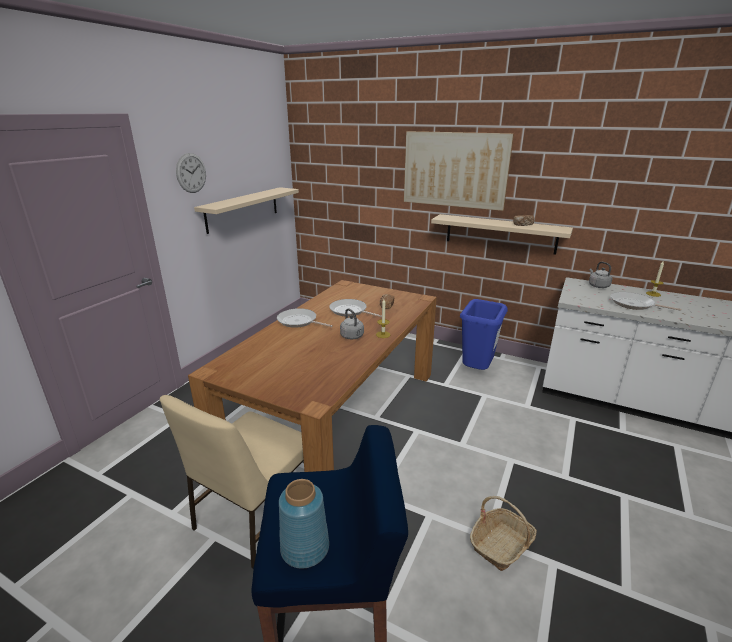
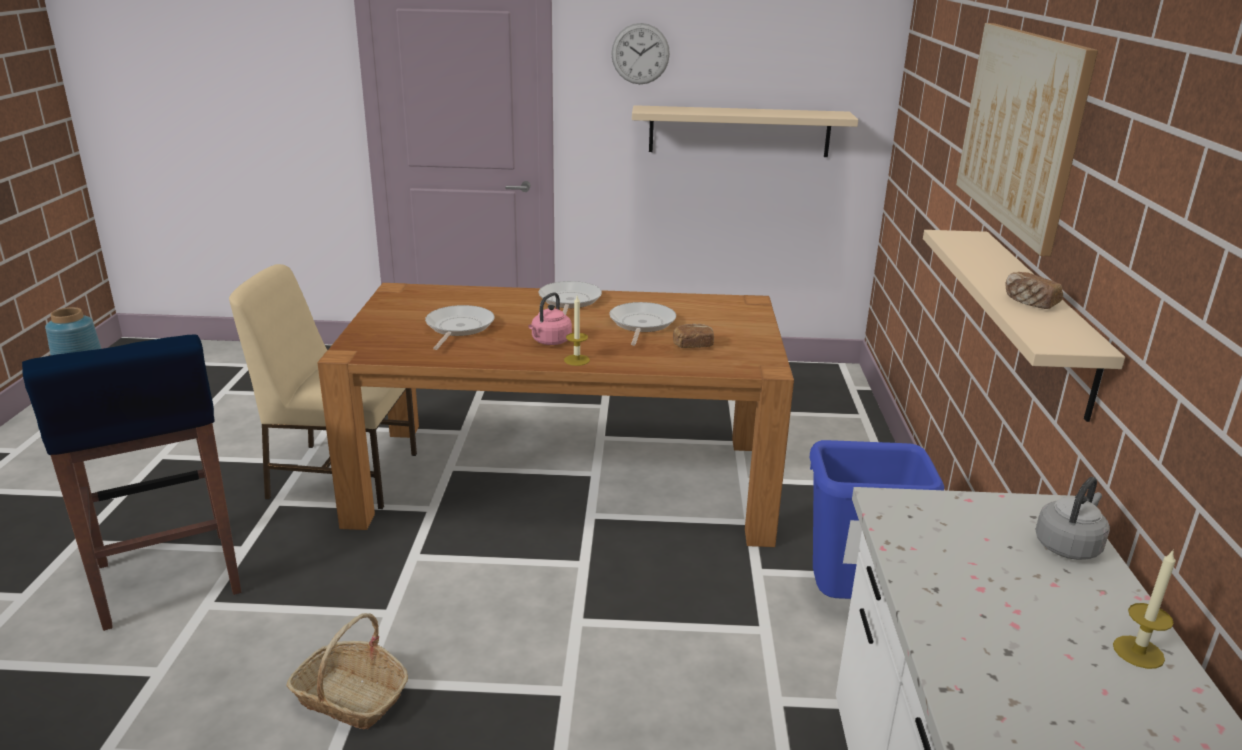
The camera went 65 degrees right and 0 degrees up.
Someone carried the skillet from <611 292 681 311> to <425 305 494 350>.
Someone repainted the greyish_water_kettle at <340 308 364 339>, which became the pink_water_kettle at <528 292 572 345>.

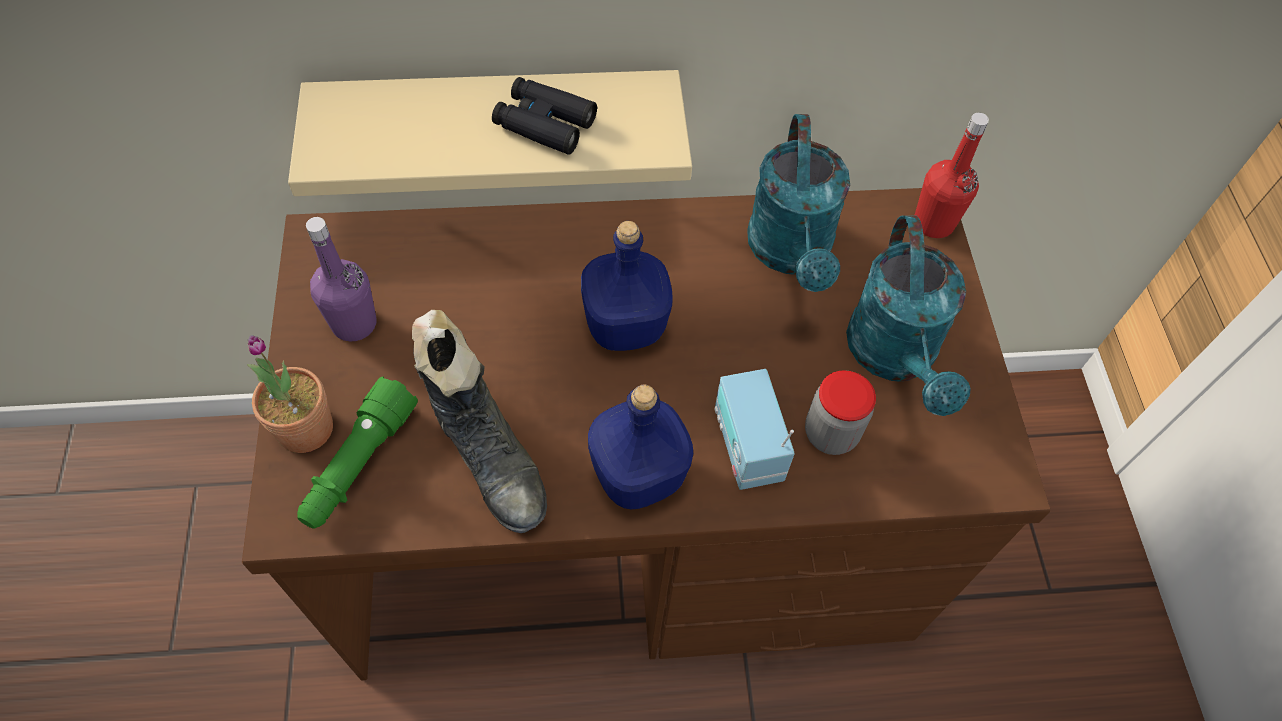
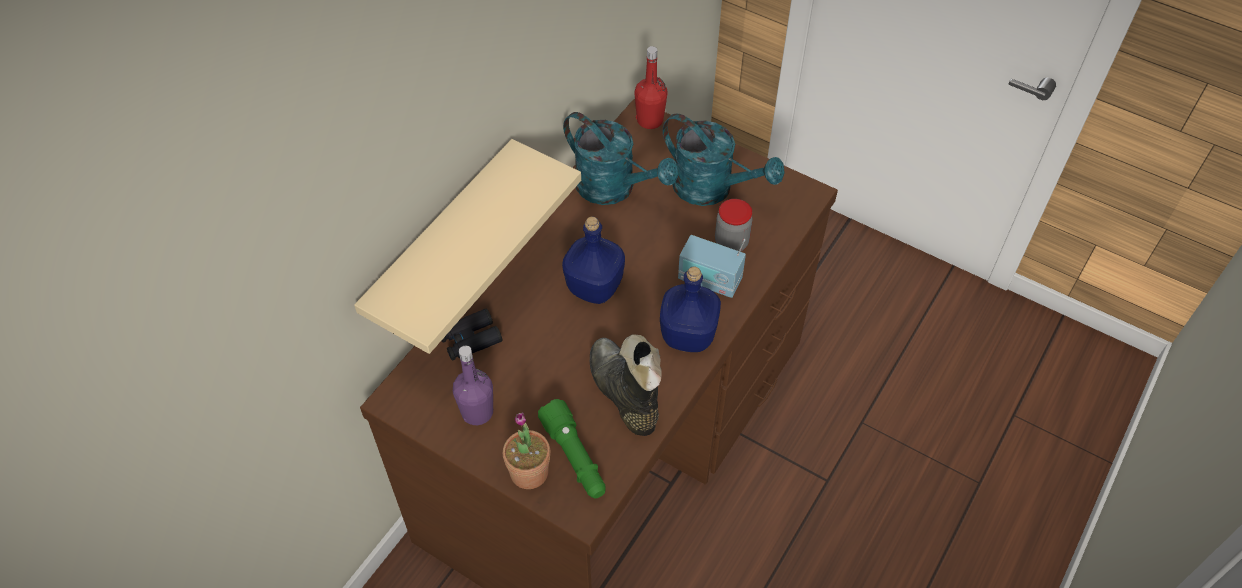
The camera went 50 degrees left and 5 degrees down.
Someone carried the black_pair_of_binoculars from <492 77 597 155> to <441 308 502 361>.
Someone rotated the black_tall_boot at <412 310 547 533> by 120 degrees counterclockwise.

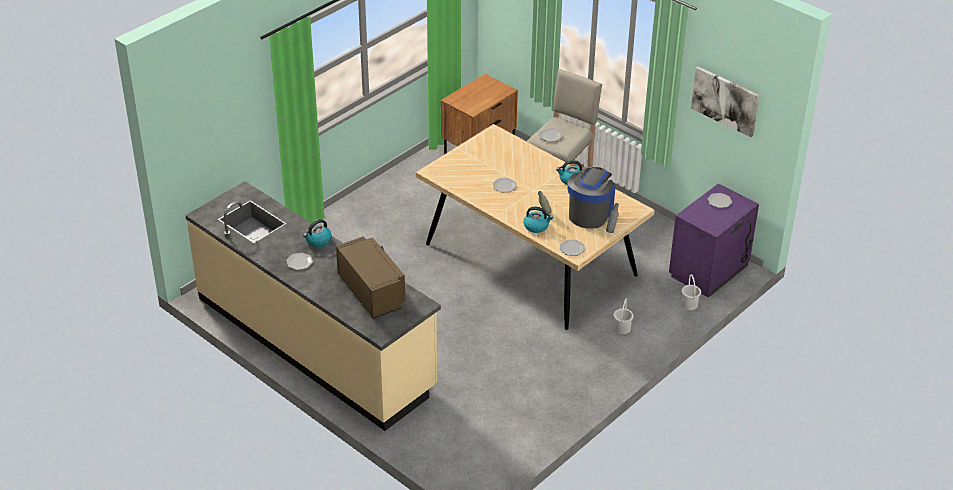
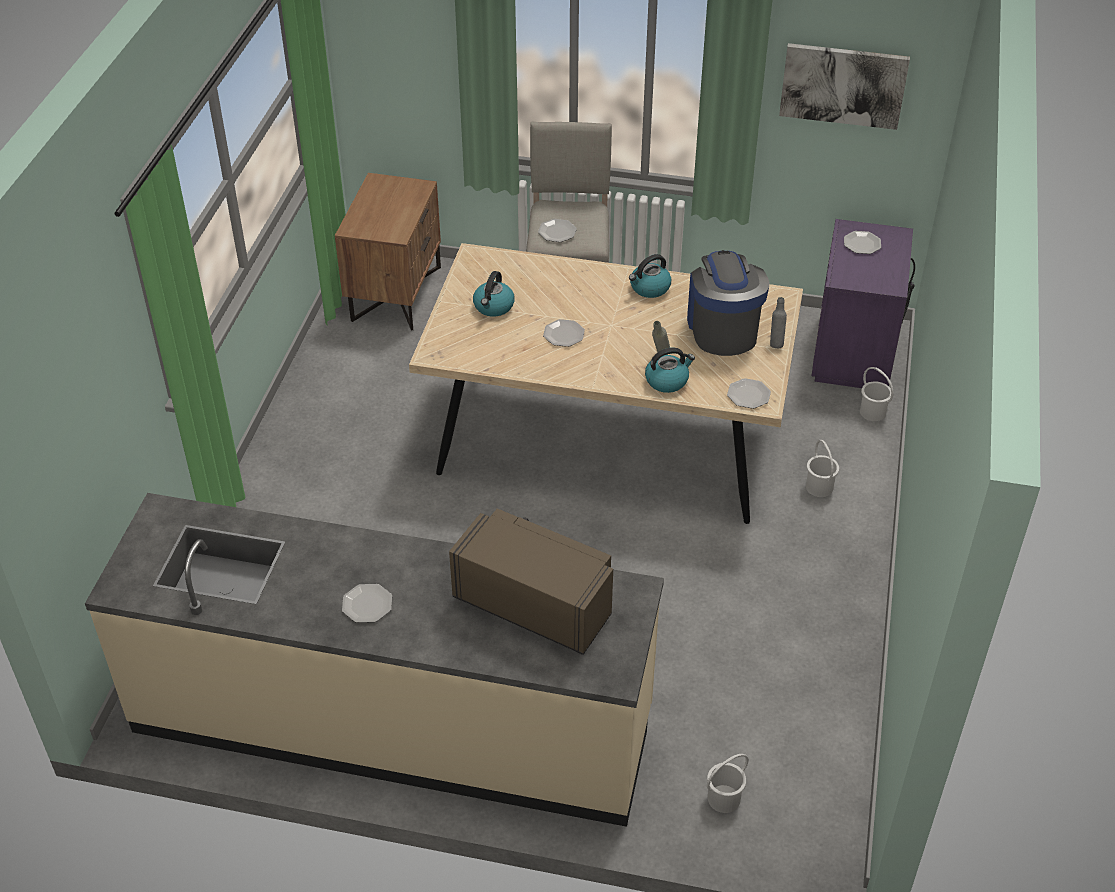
The camera went 30 degrees left and 5 degrees up.
Someone carried the water_kettle from <303 219 332 247> to <473 271 515 317>.
Someone put down the white_bucket at <707 754 748 813>.

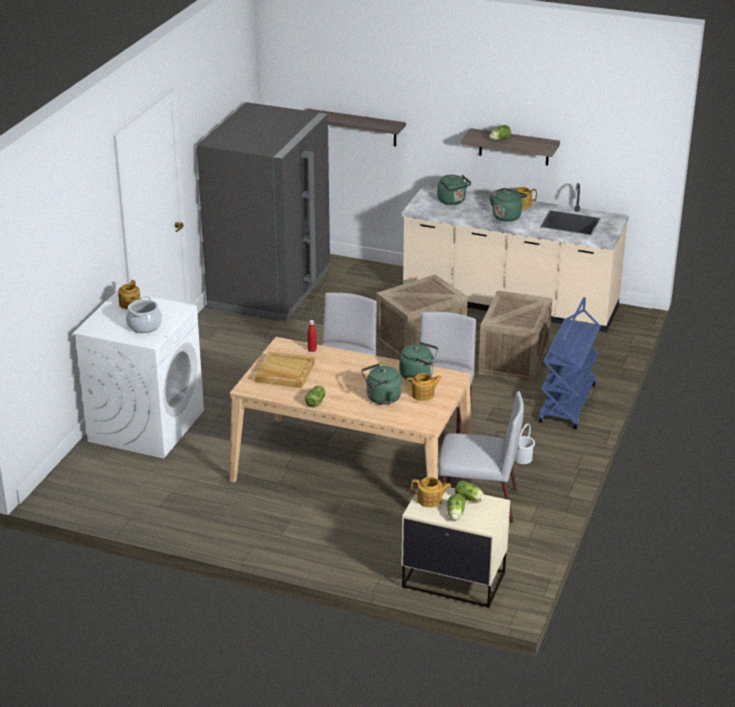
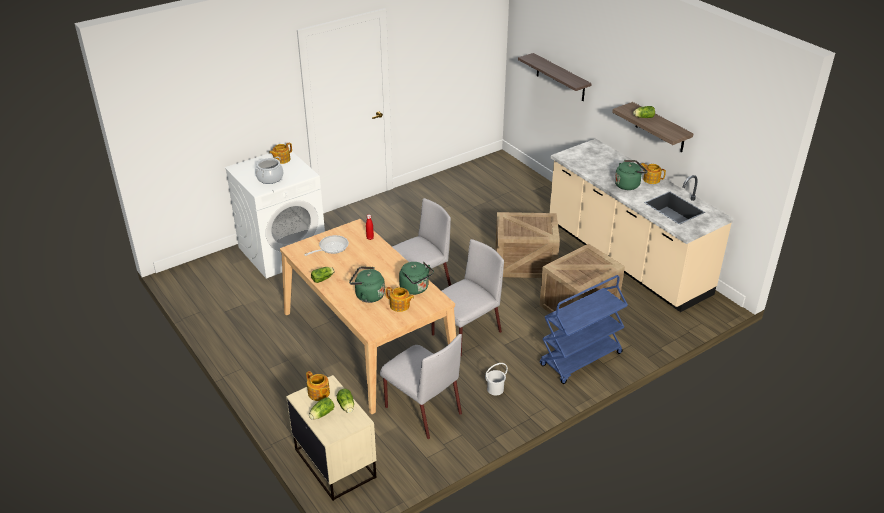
The camera went 35 degrees right and 5 degrees up.
Someone swapped the beige_carrying_tray at <254 352 315 388> for the skillet at <304 235 349 256>.
Someone took away the greyish_kitchen_fridge at <197 102 330 321>.
Someone took away the greenish_water_kettle at <437 175 471 205>.

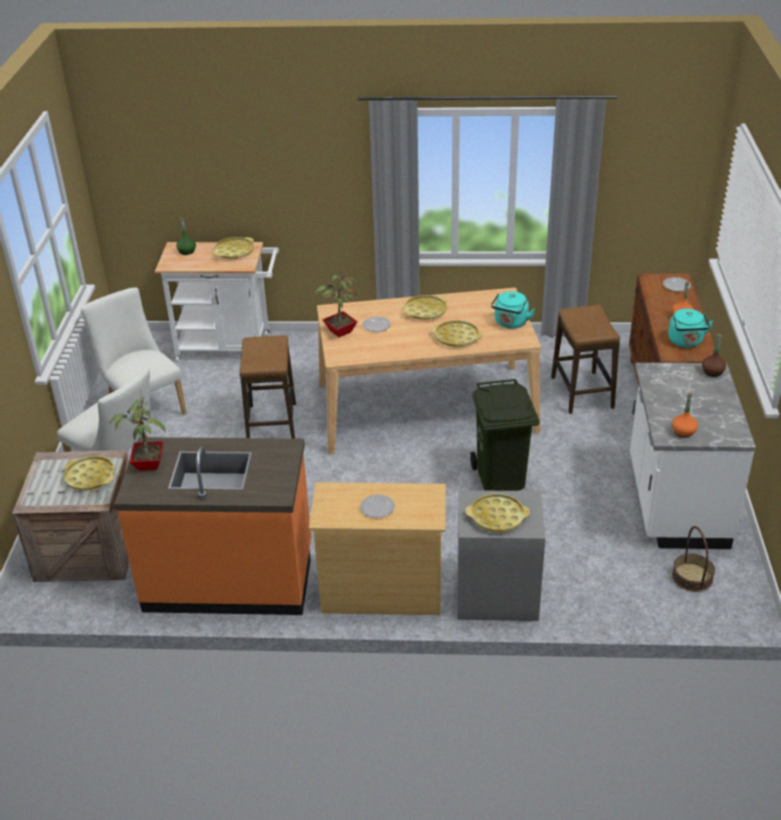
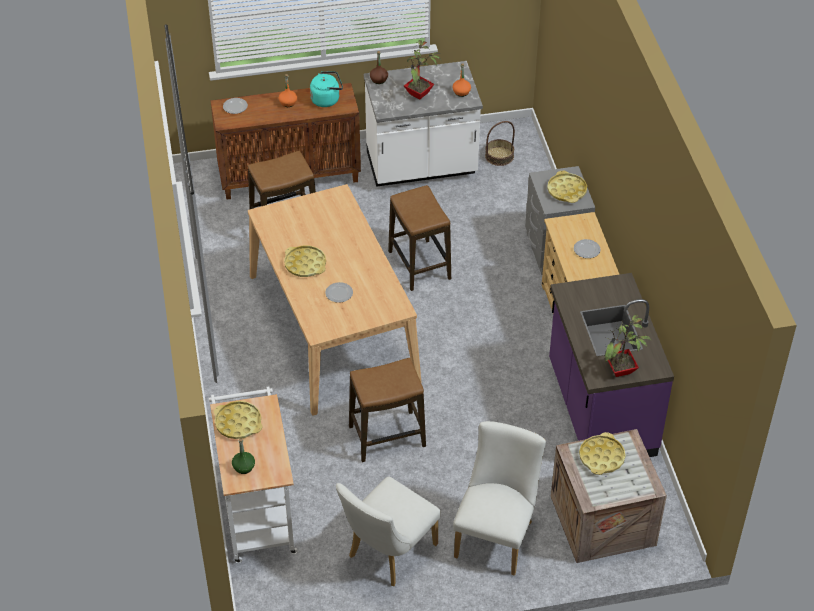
The camera went 105 degrees left and 10 degrees up.
Someone swapped the greenish_trash_can at <470 379 539 491> for the stool at <388 185 451 291>.
Someone carried the potted_plant from <313 270 358 337> to <404 40 441 100>.
Someone repainted the orange_counter at <114 437 311 615>, which became the purplish_counter at <549 273 674 457>.
Someone took away the yellowish_carrying_tray at <431 320 483 347>.
Someone took away the blue-green_water_kettle at <491 291 535 329>.

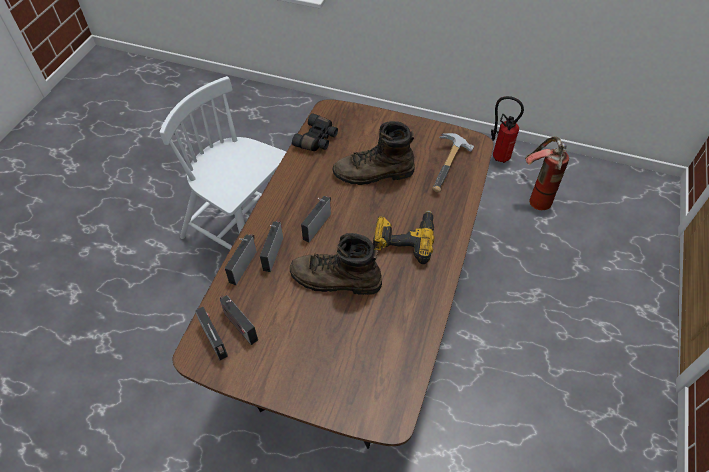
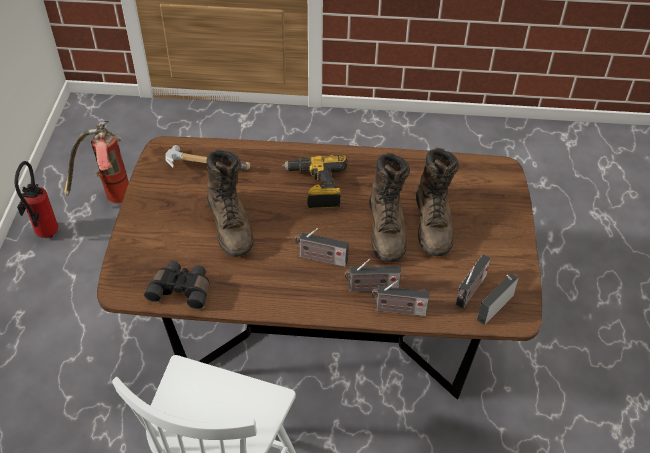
The camera went 105 degrees left and 5 degrees down.
Someone put down the brown-coloured_tall_boot at <416 148 459 256>.

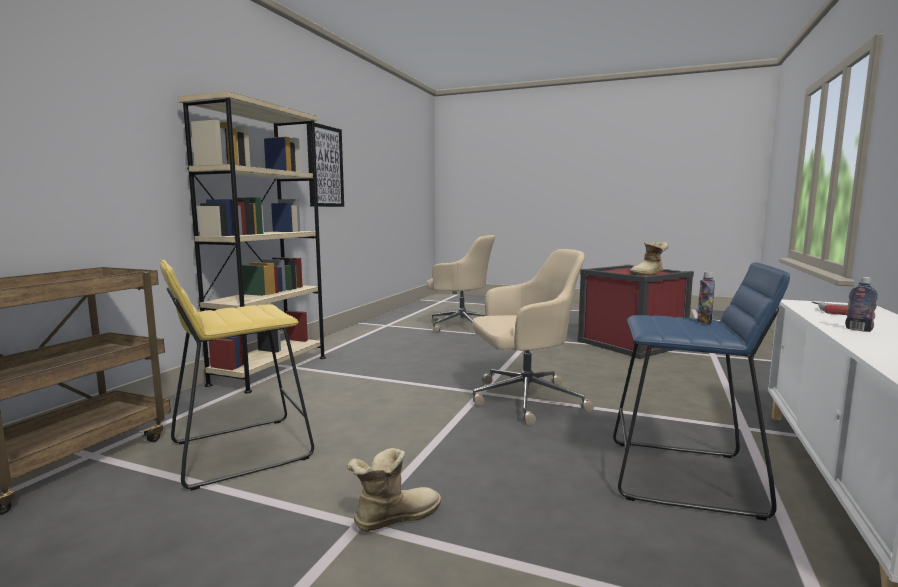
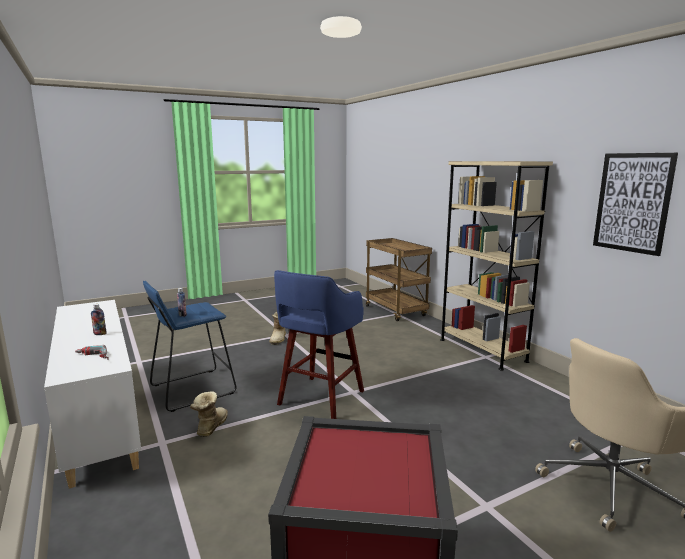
The camera went 130 degrees right and 5 degrees up.
Someone carried the tall_boot from <629 241 668 276> to <190 391 228 437>.
Someone swapped the beige_computer_chair at <472 249 594 426> for the bluish_stool at <274 270 364 419>.
Someone took away the yellowish_stool at <160 260 314 491>.

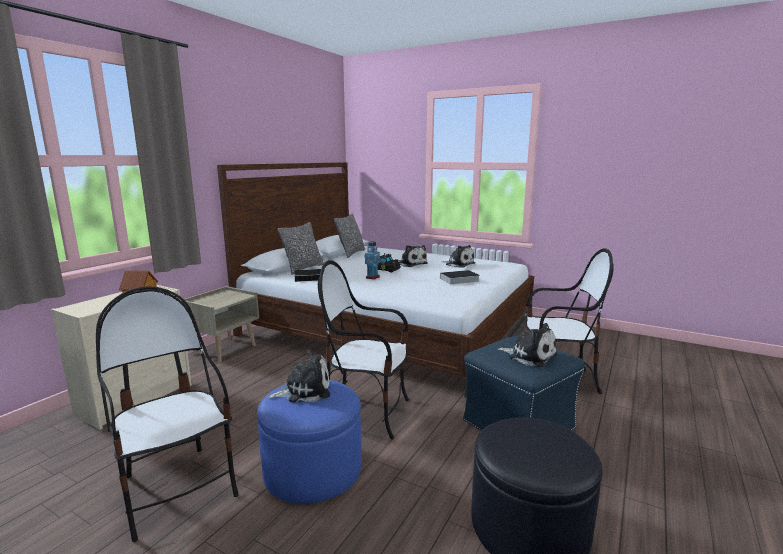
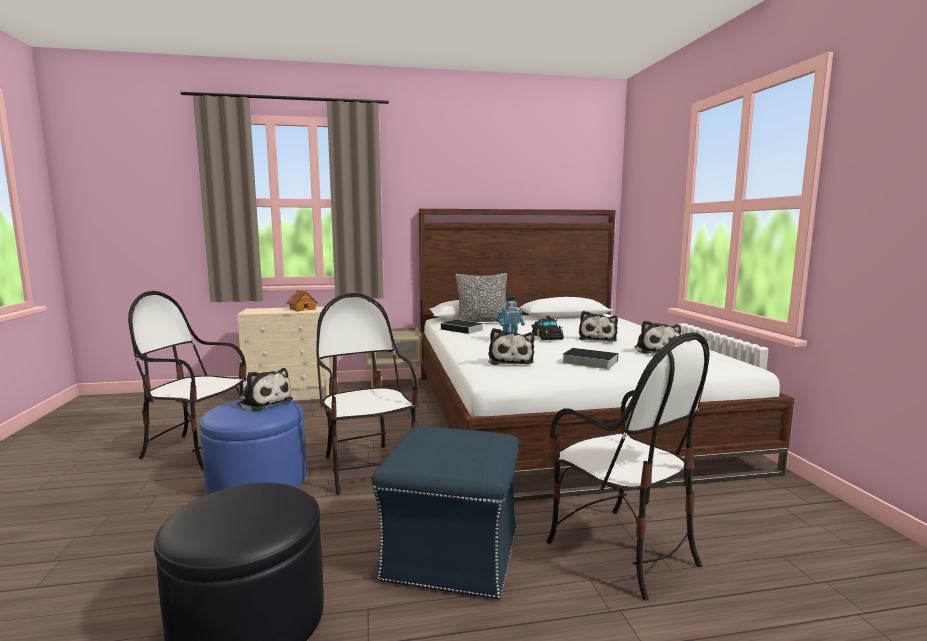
The camera went 50 degrees right and 5 degrees down.
Someone rotated the plain_chair at <96 286 239 542> by 90 degrees counterclockwise.
Someone carried the soft_toy from <498 323 557 367> to <488 328 534 365>.
Someone took away the cushion at <334 213 365 258>.

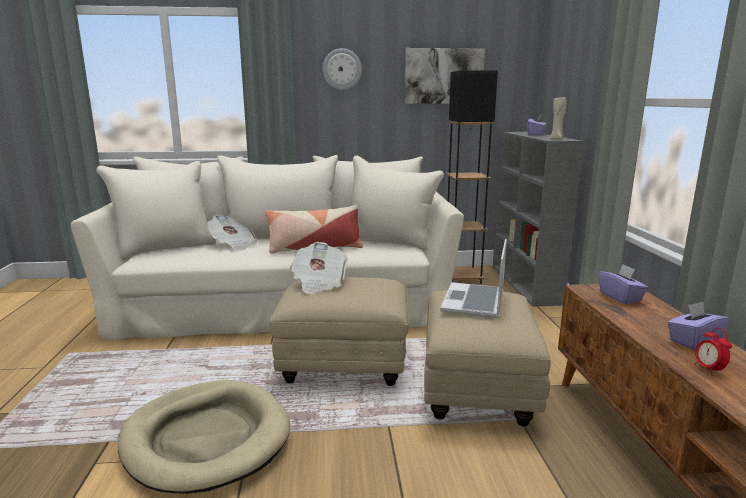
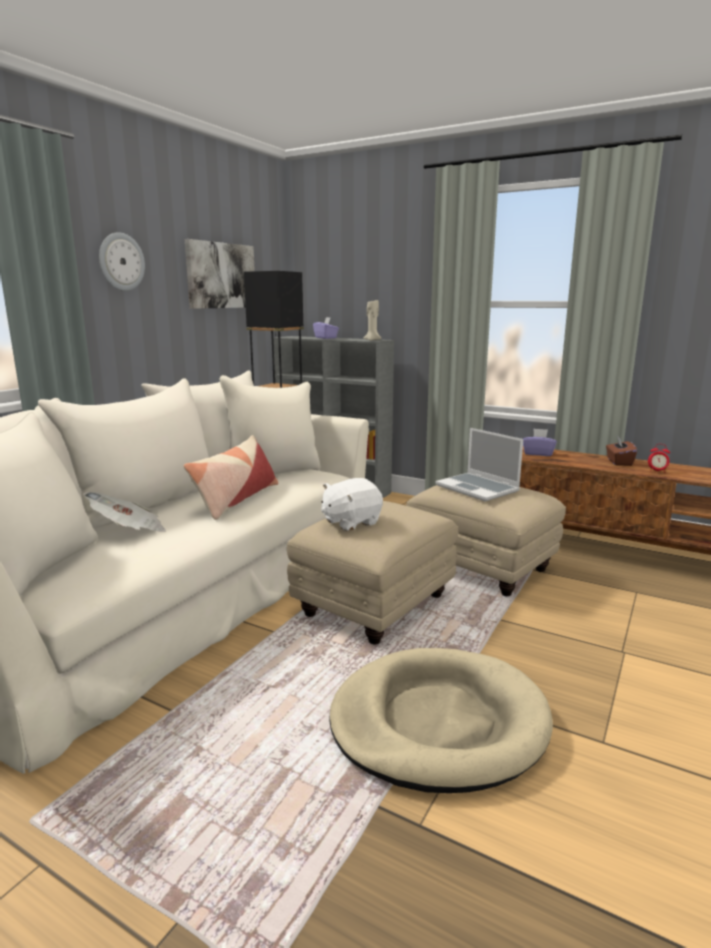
The camera went 55 degrees left and 0 degrees up.
Someone swapped the newspaper at <290 242 348 294> for the white_soft_toy at <321 478 383 531>.
Someone repainted the purplish_tissue_holder at <667 302 729 350>, which became the brown-coloured_tissue_holder at <606 435 637 466>.

